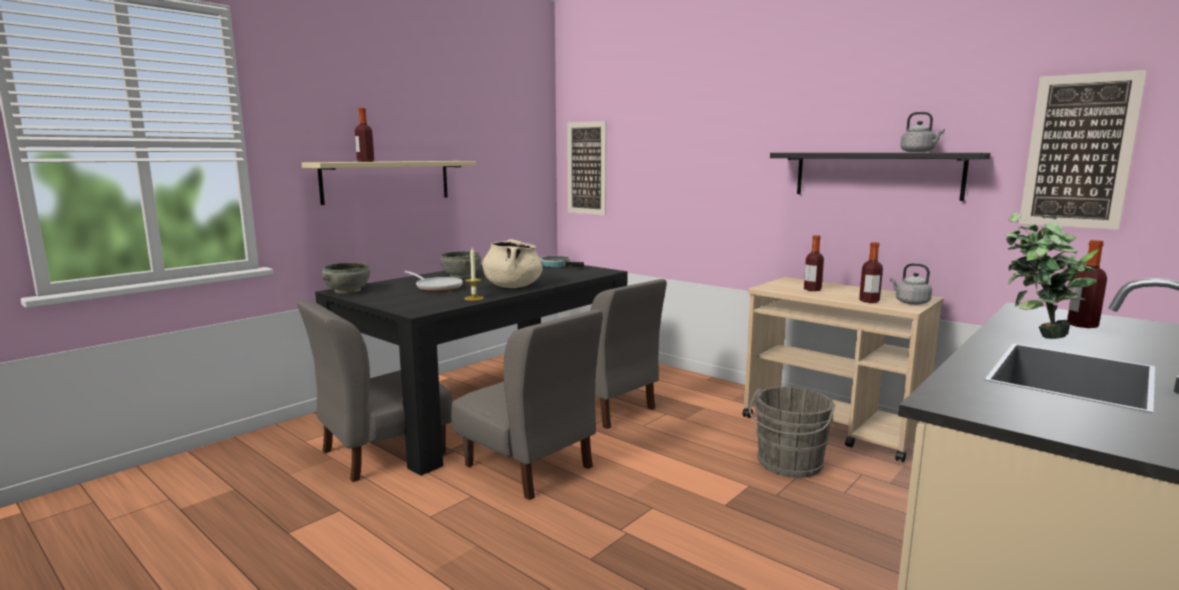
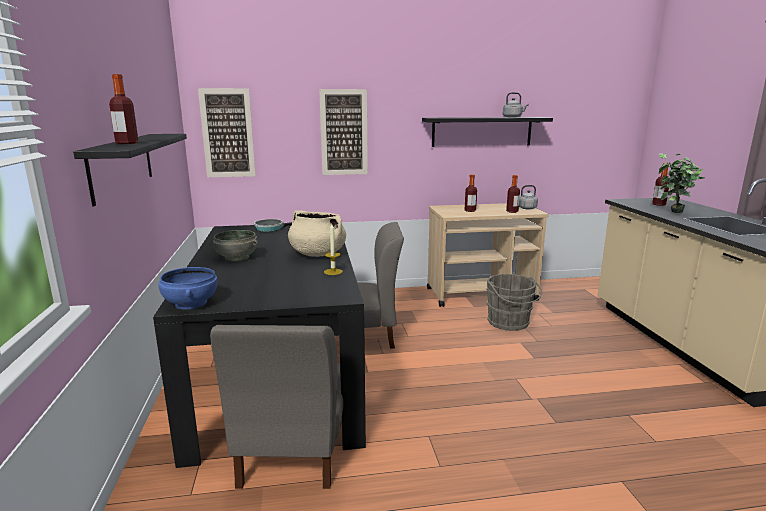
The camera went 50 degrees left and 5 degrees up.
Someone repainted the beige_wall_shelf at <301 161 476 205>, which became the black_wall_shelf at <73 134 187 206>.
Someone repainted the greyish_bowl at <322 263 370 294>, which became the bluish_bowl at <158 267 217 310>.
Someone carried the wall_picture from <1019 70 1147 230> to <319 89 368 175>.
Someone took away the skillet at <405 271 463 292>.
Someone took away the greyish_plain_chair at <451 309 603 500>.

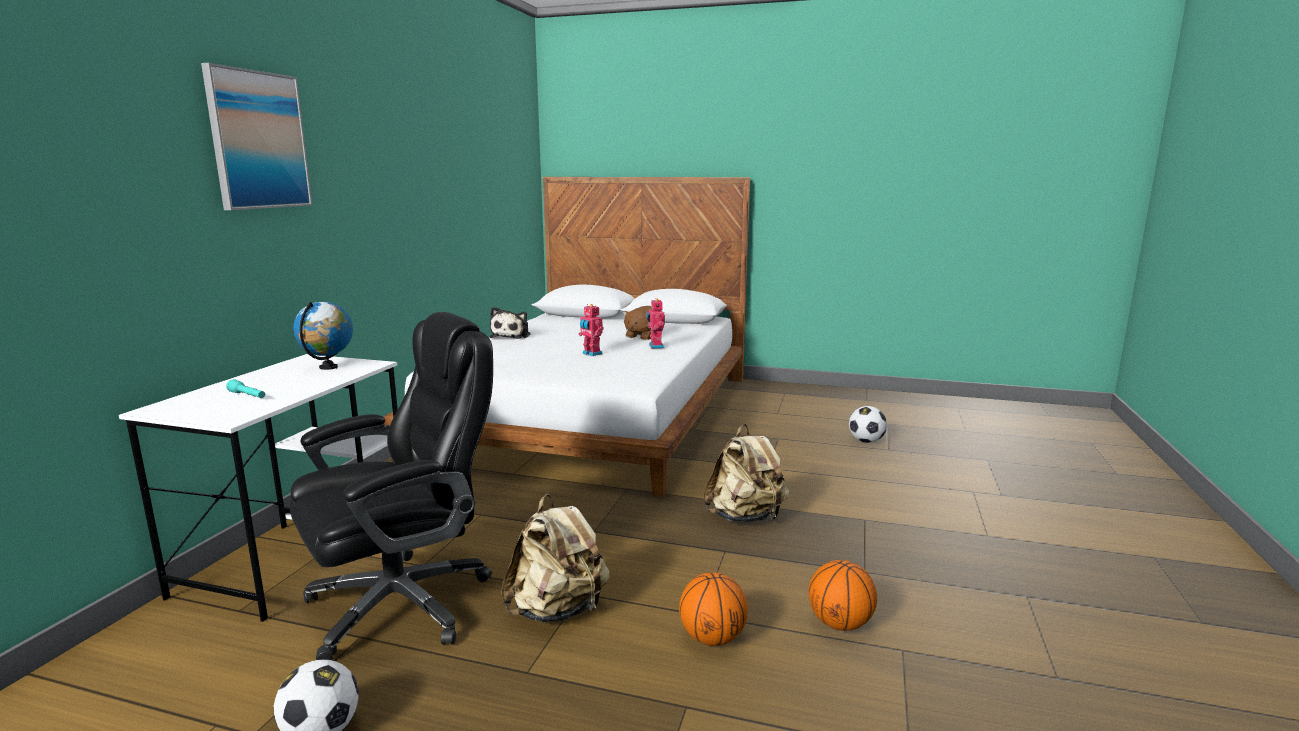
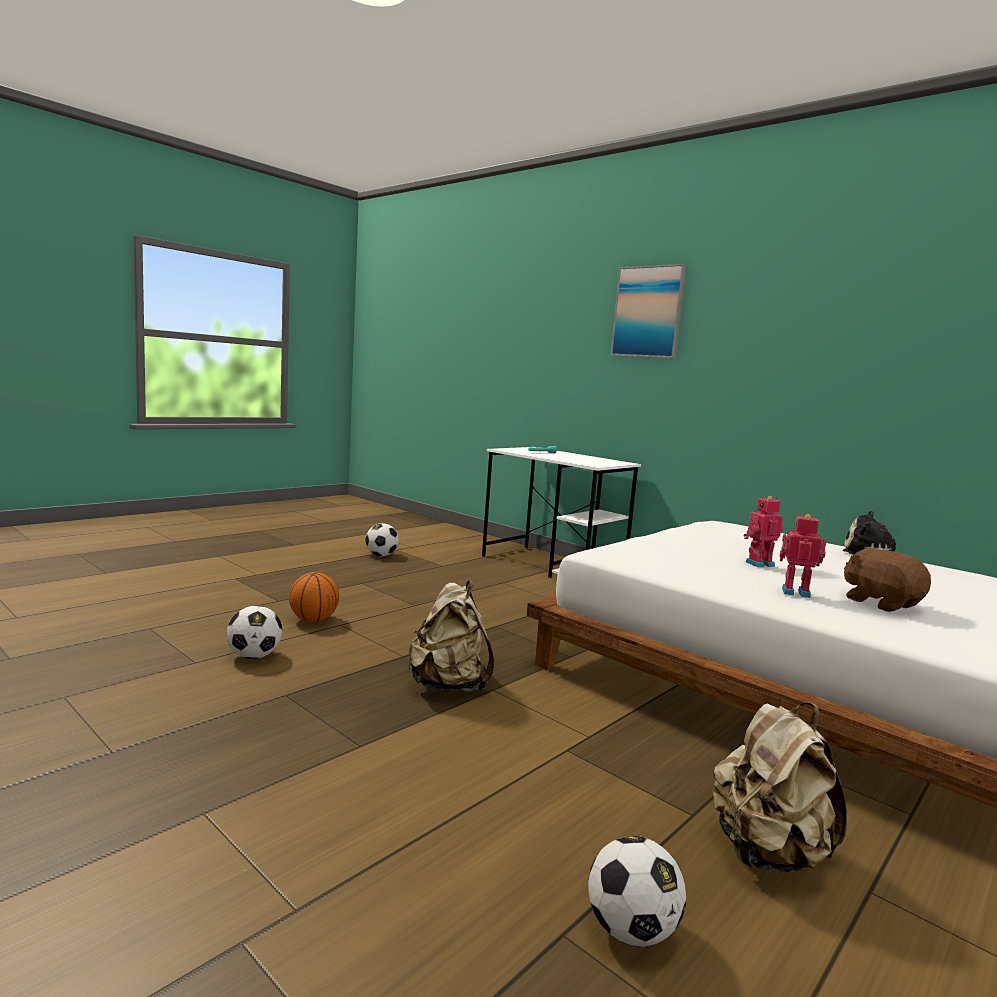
The camera went 115 degrees right and 5 degrees down.
Someone swapped the basketball_ball at <809 560 877 631> for the football at <227 606 282 659>.
Someone carried the beige_rucksack from <501 494 610 623> to <713 703 847 872>.
Someone took away the black_computer_chair at <290 312 493 660>.
Someone took away the world_globe at <293 302 353 370>.

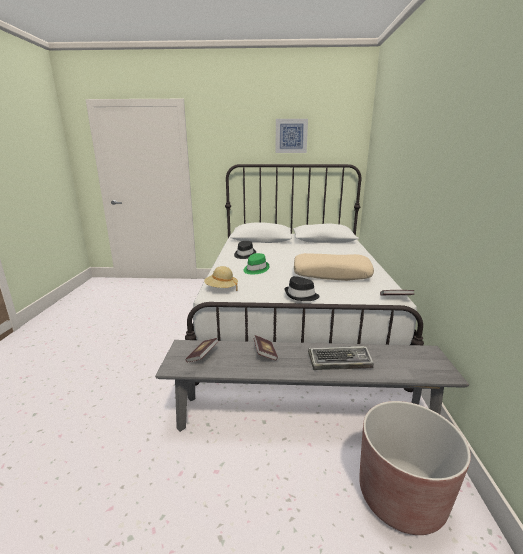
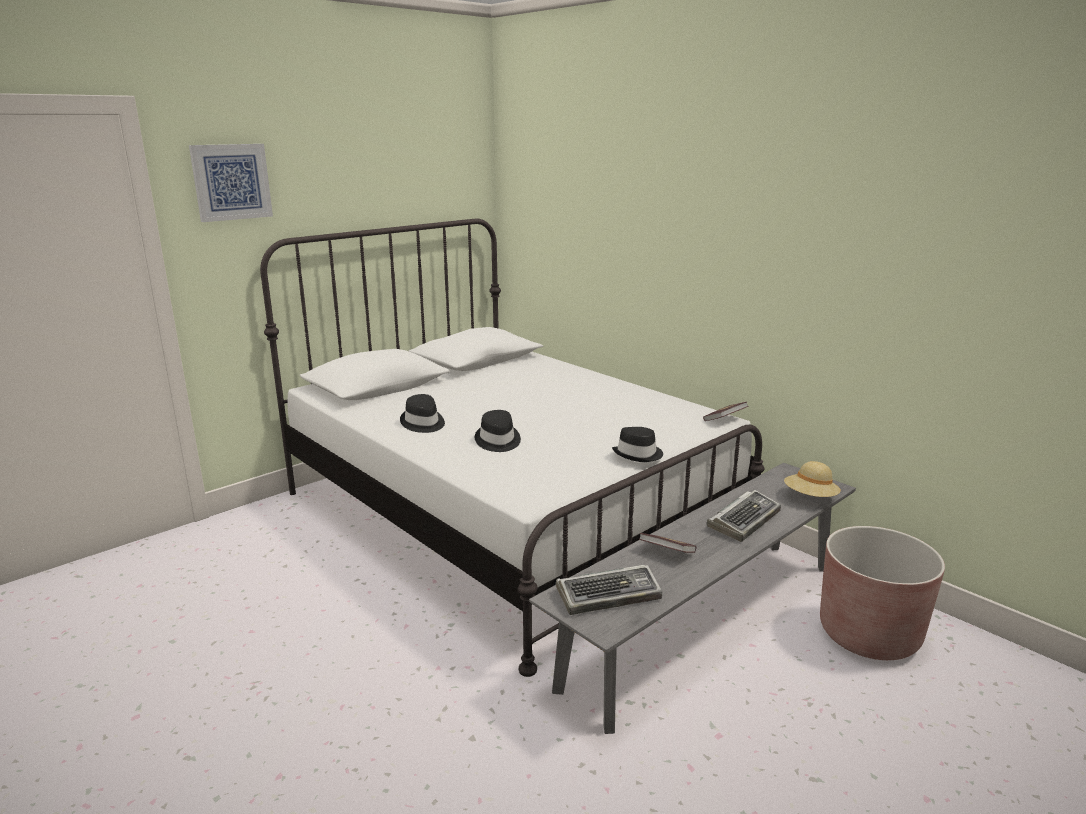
The camera went 45 degrees left and 0 degrees up.
Someone carried the wall_picture from <275 119 308 153> to <189 144 273 222>.
Someone repainted the greenish_clothing_hat at <243 253 269 274>, which became the black_clothing_hat at <475 410 521 452>.
Someone swapped the bound_book at <185 338 219 363> for the PC_keyboard at <556 565 662 615>.
Someone carried the beige_clothing_hat from <204 266 238 291> to <784 461 841 497>.
Someone took away the beige_cushion at <294 253 374 281>.

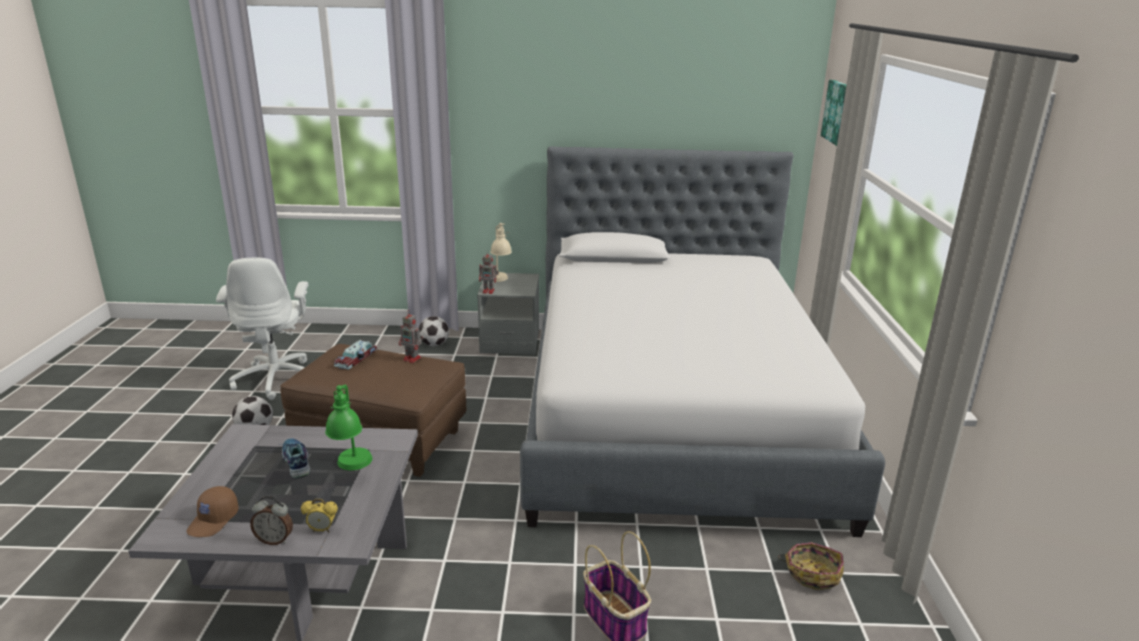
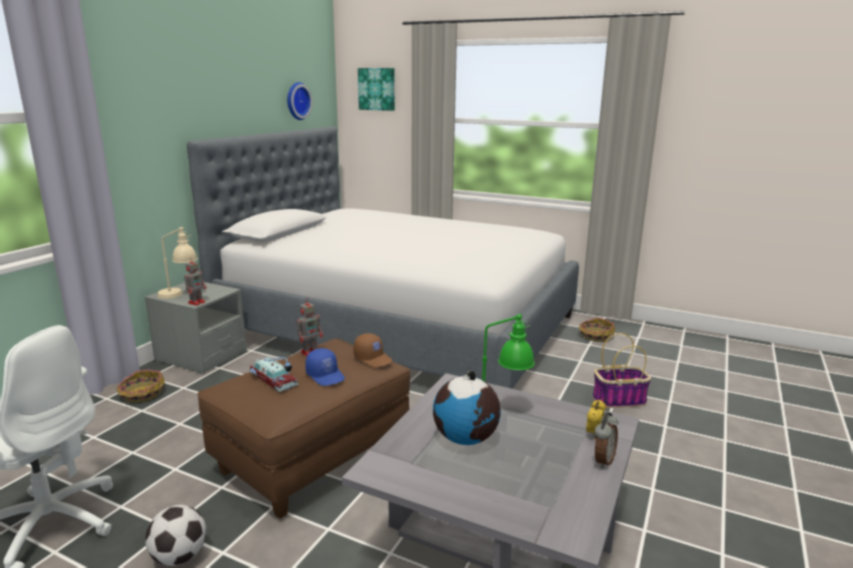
The camera went 65 degrees left and 5 degrees down.
Someone swapped the football at <419 316 449 346> for the basket at <117 370 165 403>.
Someone put up the clock_on_the_wall at <287 82 313 120>.
Someone put down the bluish_peaked_cap at <305 348 345 386>.
Someone carried the brown-coloured_peaked_cap from <186 486 239 537> to <353 333 393 367>.
Someone swapped the low_shoe at <279 438 310 478> for the world_globe at <433 370 501 445>.

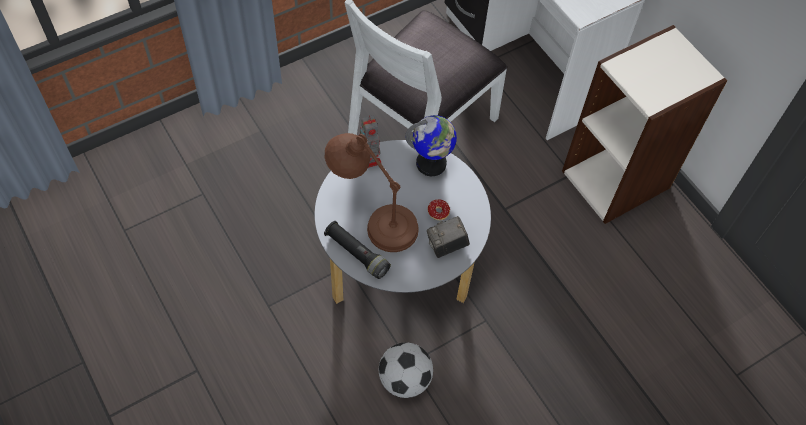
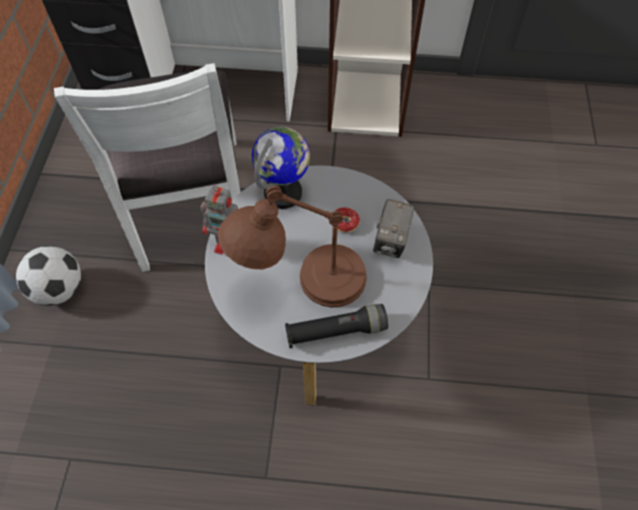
The camera went 50 degrees left and 0 degrees up.
Someone carried the football from <379 342 433 398> to <16 246 81 306>.

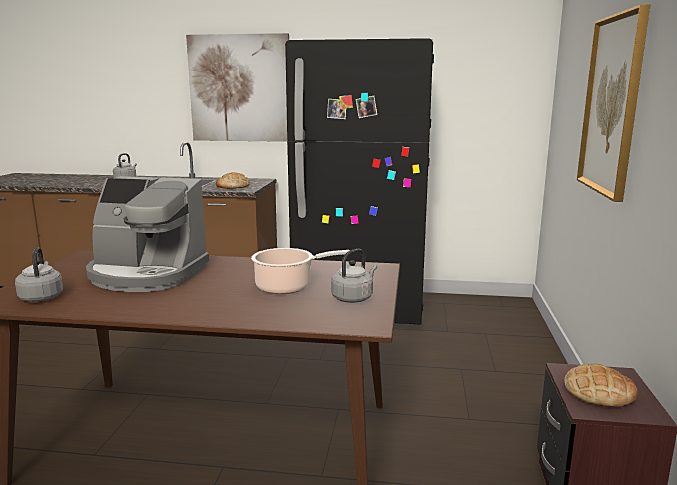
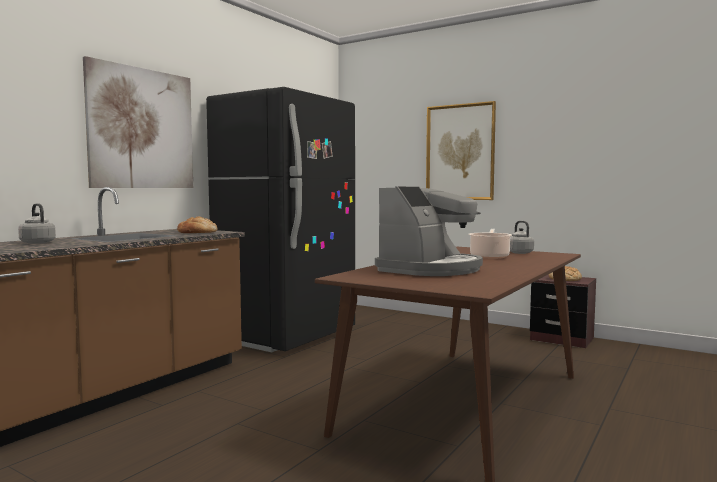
The camera went 65 degrees left and 10 degrees down.
Someone took away the greyish_water_kettle at <15 247 63 302>.

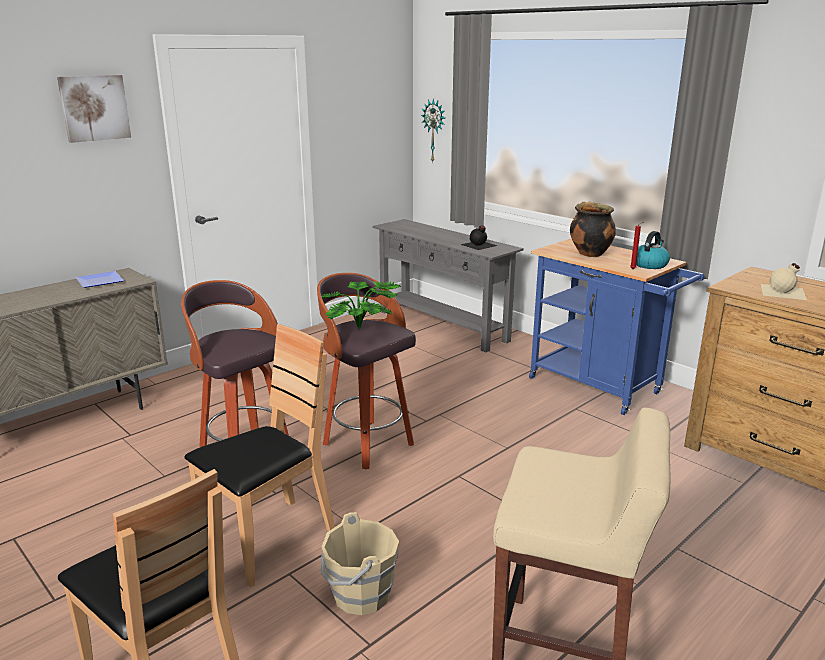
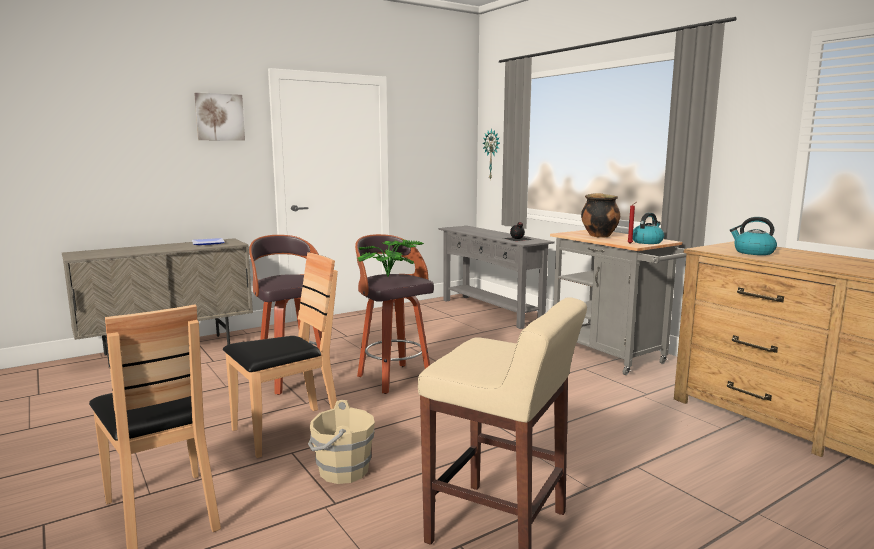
The camera went 10 degrees right and 10 degrees down.
Someone repainted the bluish_wheeled_cart at <529 238 704 415>, which became the greyish_wheeled_cart at <550 230 686 375>.
Someone swapped the beige_drink_bottle at <761 263 807 300> for the water_kettle at <730 217 777 255>.

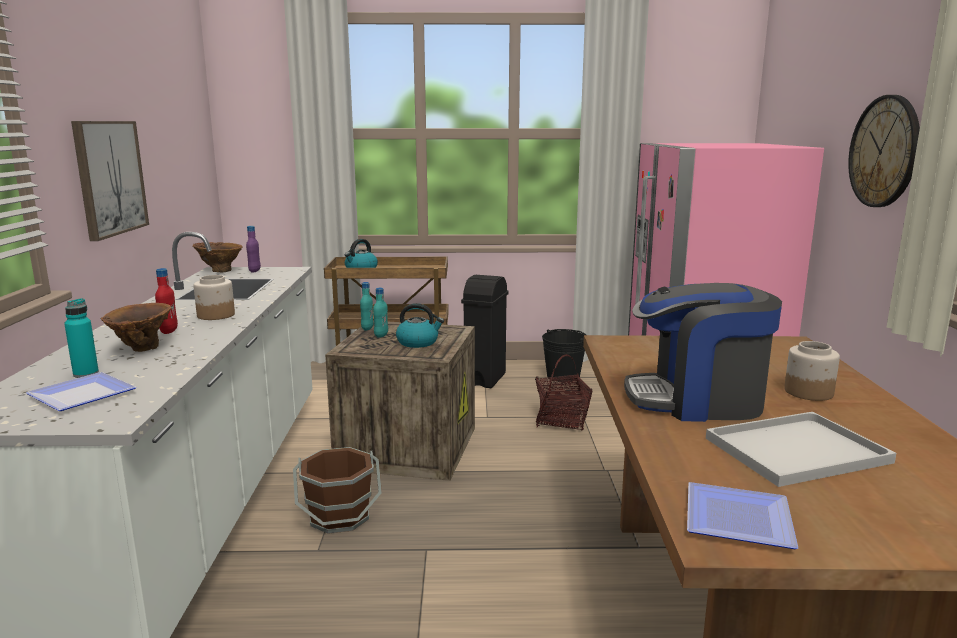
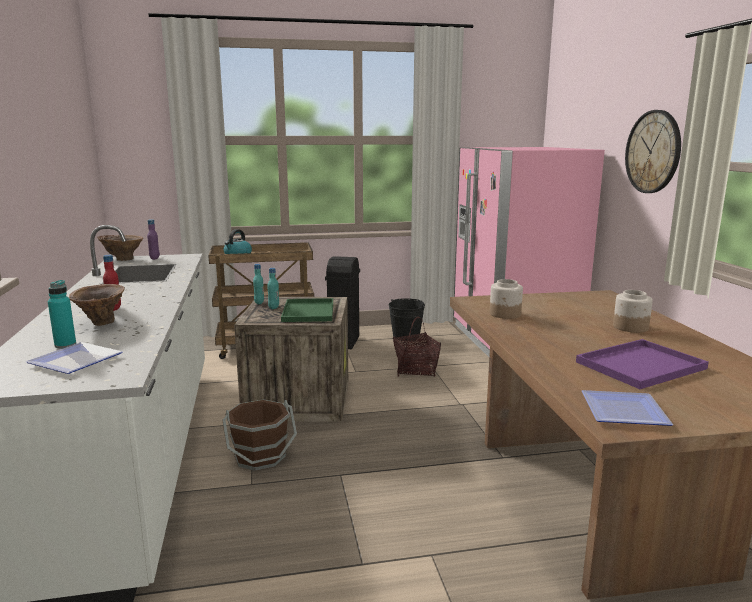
The camera went 10 degrees left and 0 degrees up.
Someone swapped the water_kettle at <396 303 444 348> for the greenish_carrying_tray at <281 298 333 322>.
Someone carried the jar from <193 275 235 320> to <490 279 523 319>.
Someone repainted the white_carrying_tray at <706 412 896 487>, which became the purplish_carrying_tray at <576 339 709 389>.
Someone took away the wall_picture at <71 121 149 241>.
Someone took away the coffee_brewer at <624 283 782 422>.

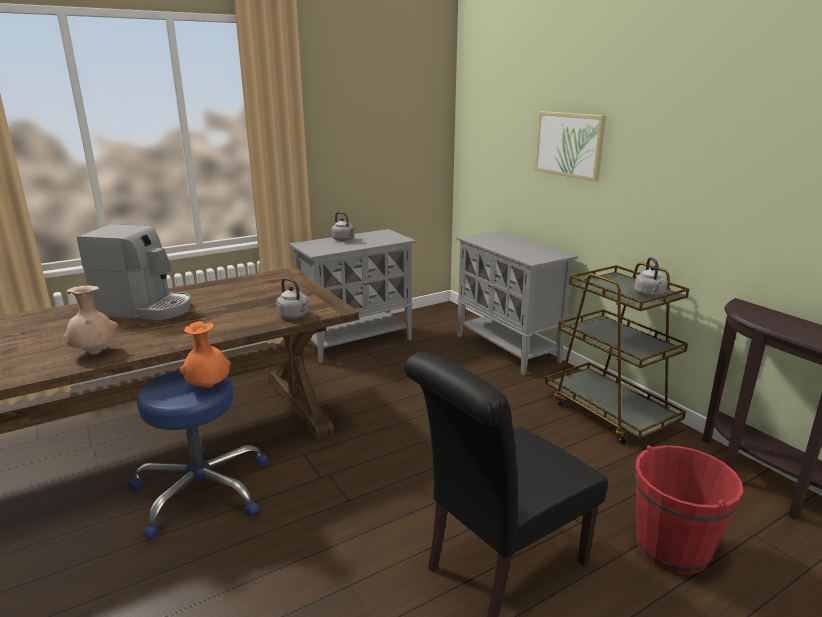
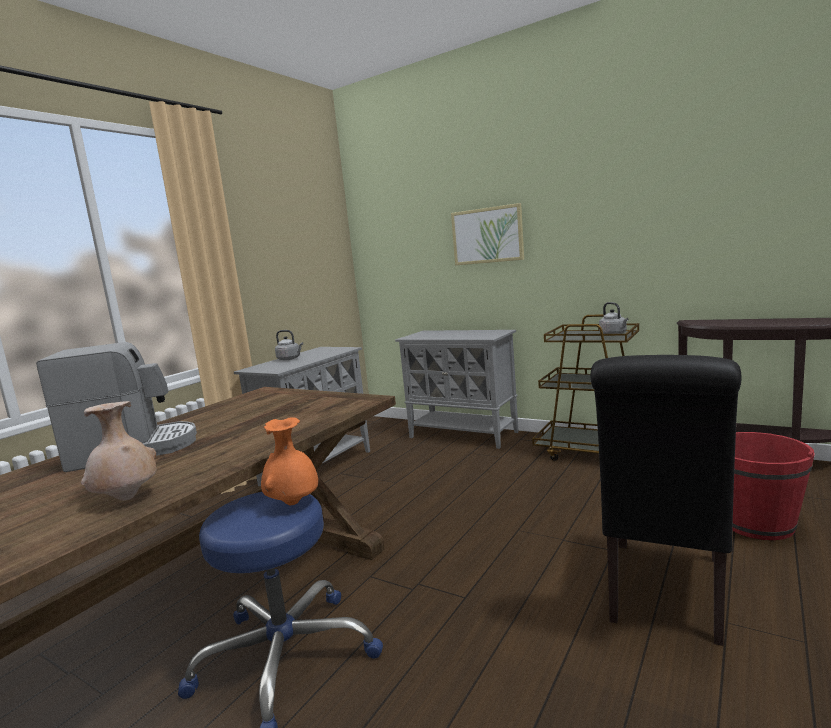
The camera went 25 degrees left and 10 degrees down.
Someone took away the greyish_water_kettle at <276 278 309 319>.

